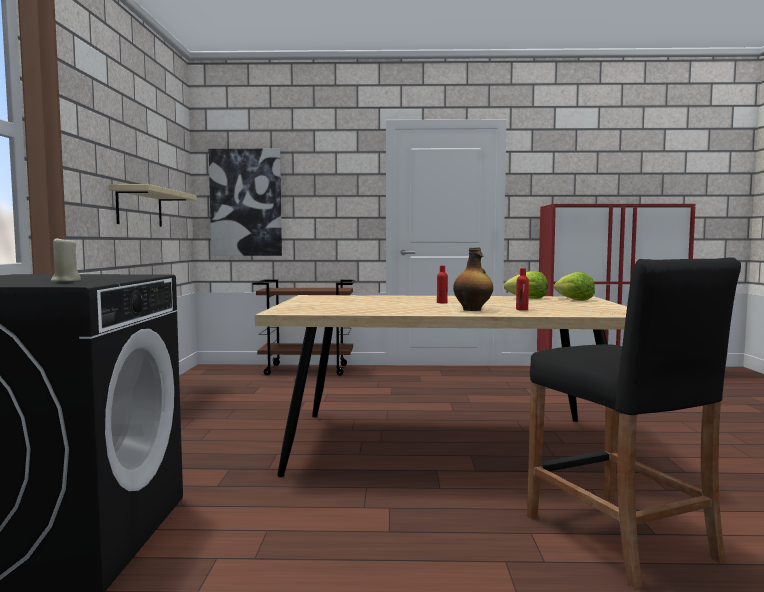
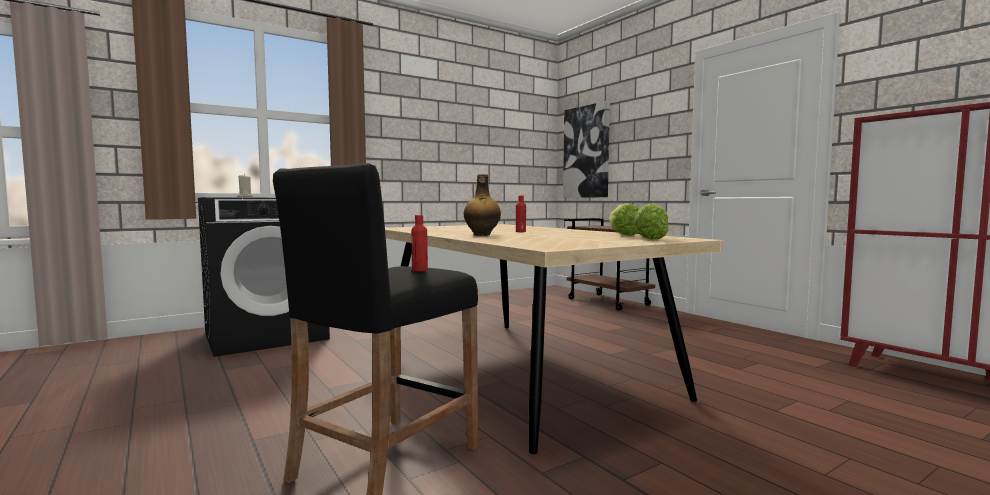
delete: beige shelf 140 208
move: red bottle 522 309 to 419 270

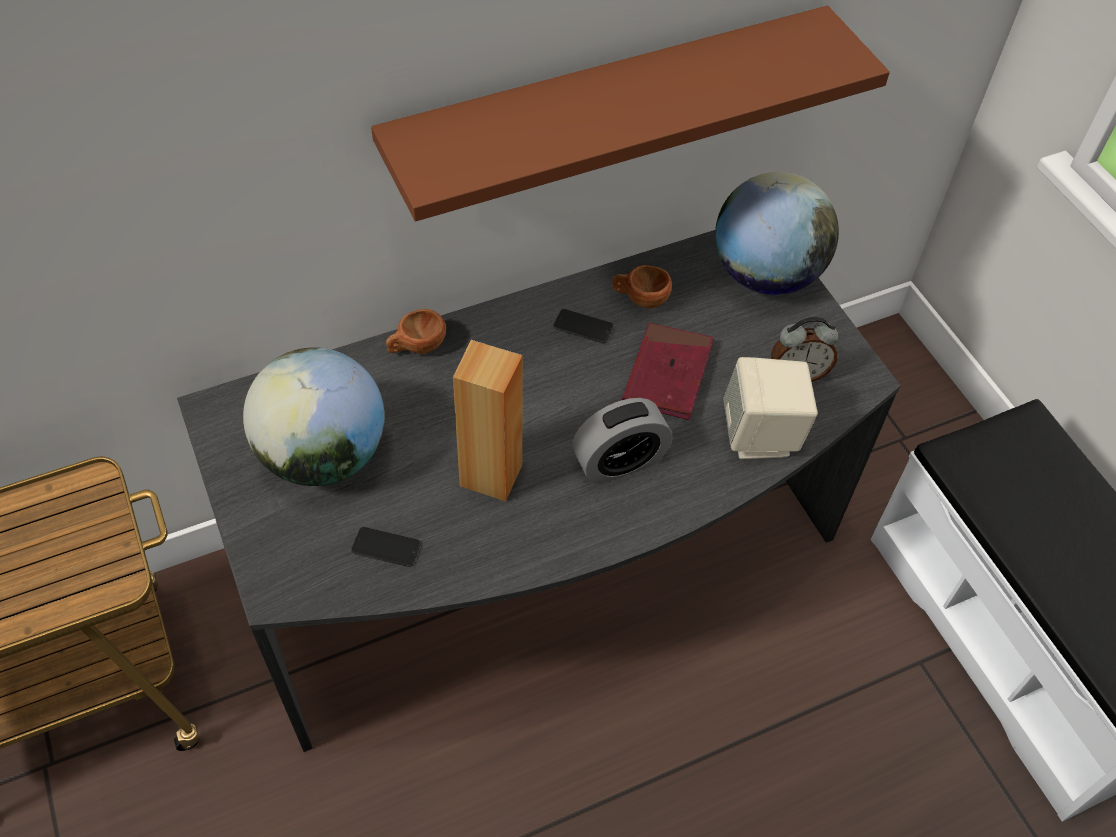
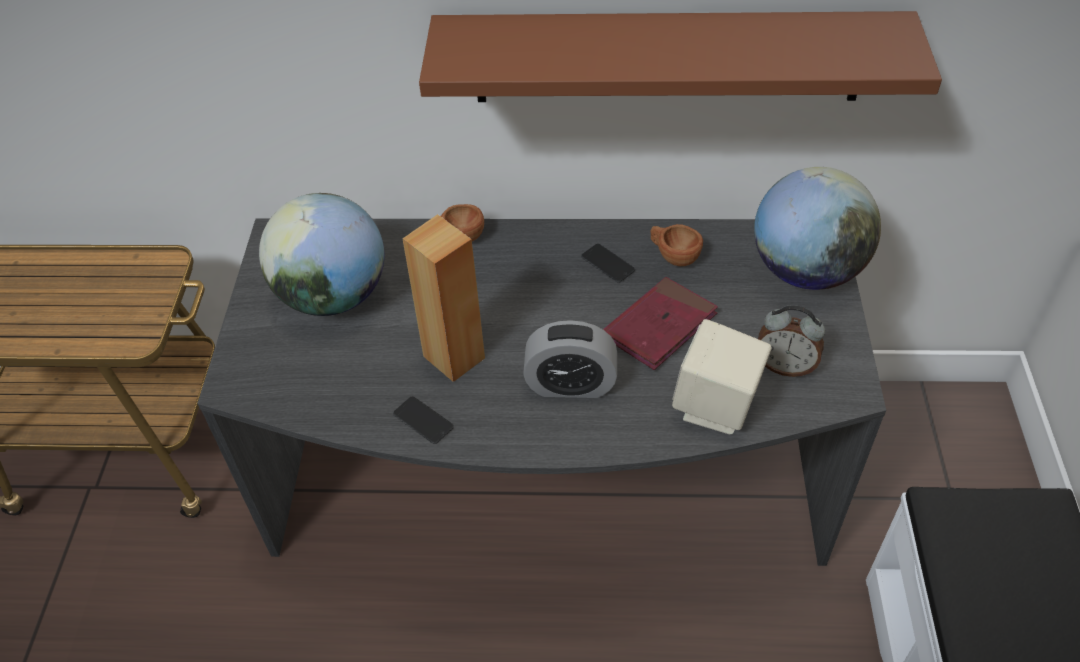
move: phone 386 547 to 423 421

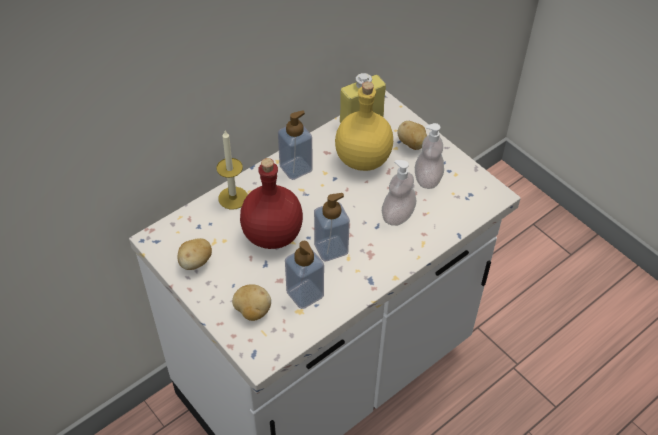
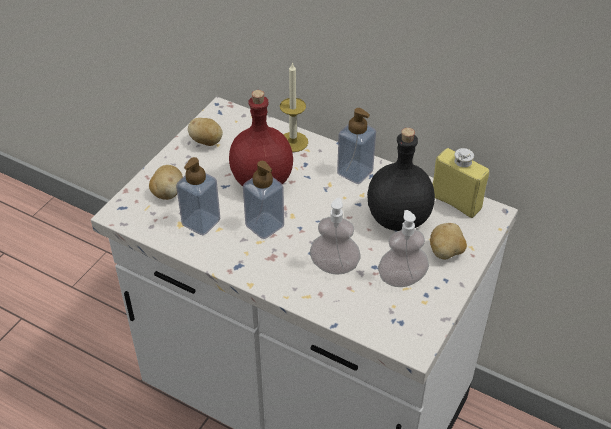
recolor: yellow bottle 364 160 to black bottle 398 219

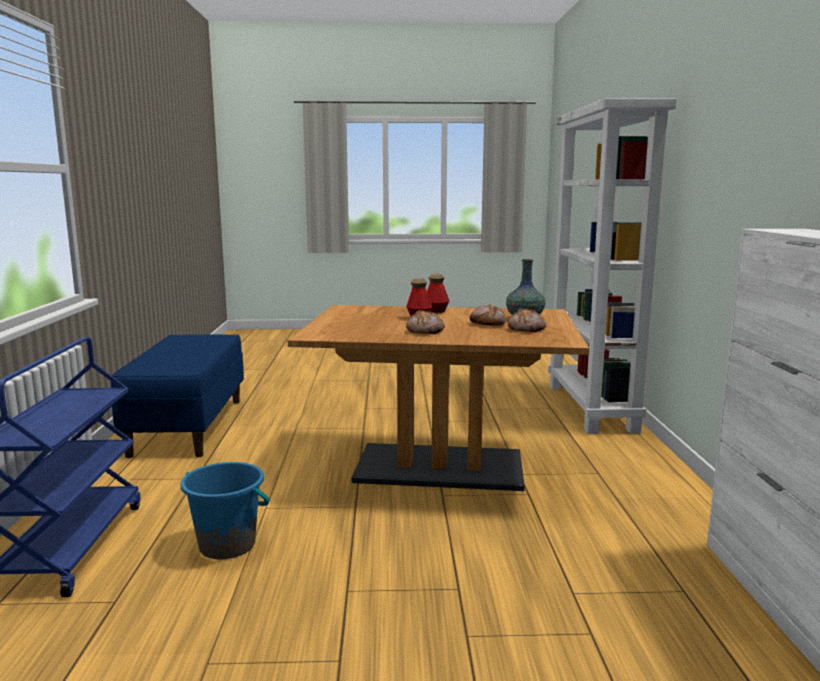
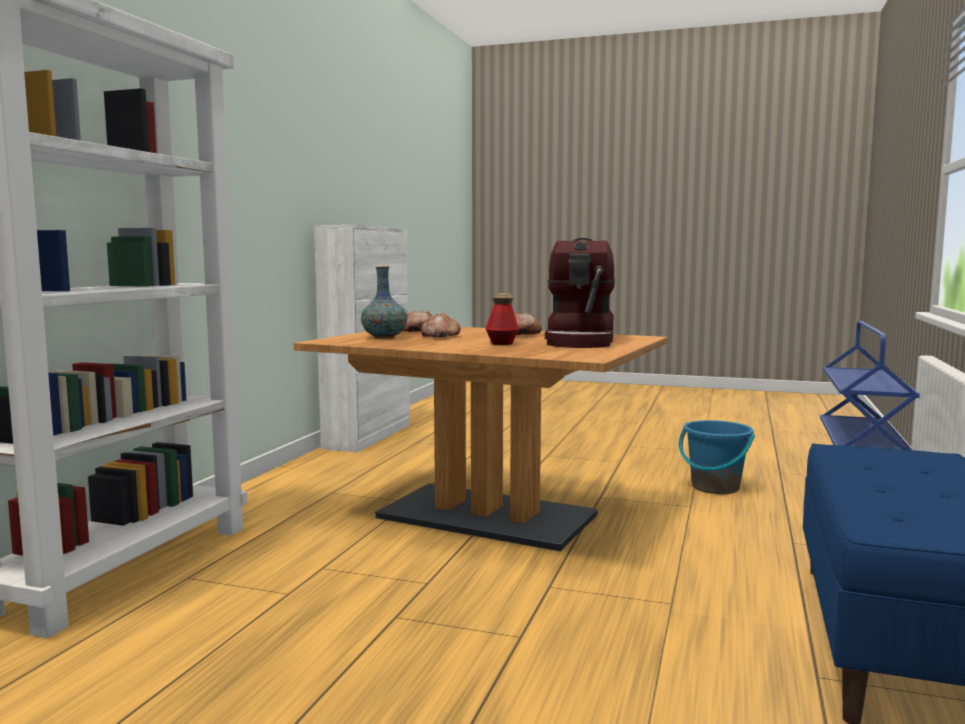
delete: bottle 436 311
insert: coffee machine 581 341

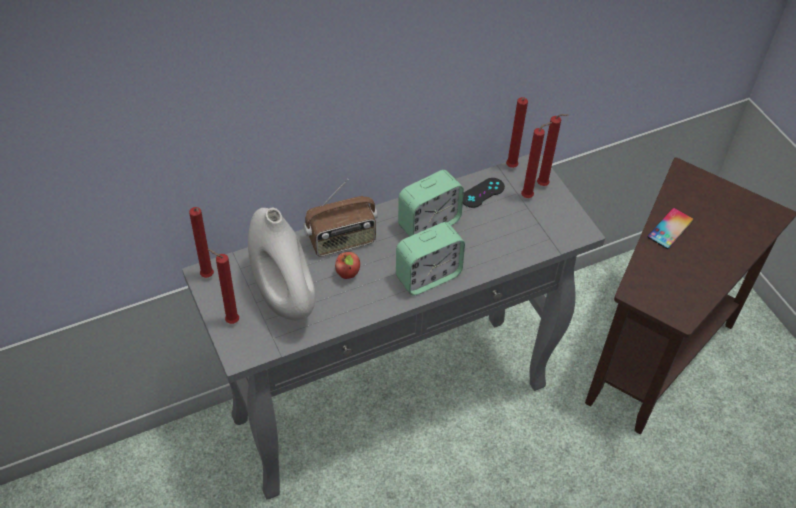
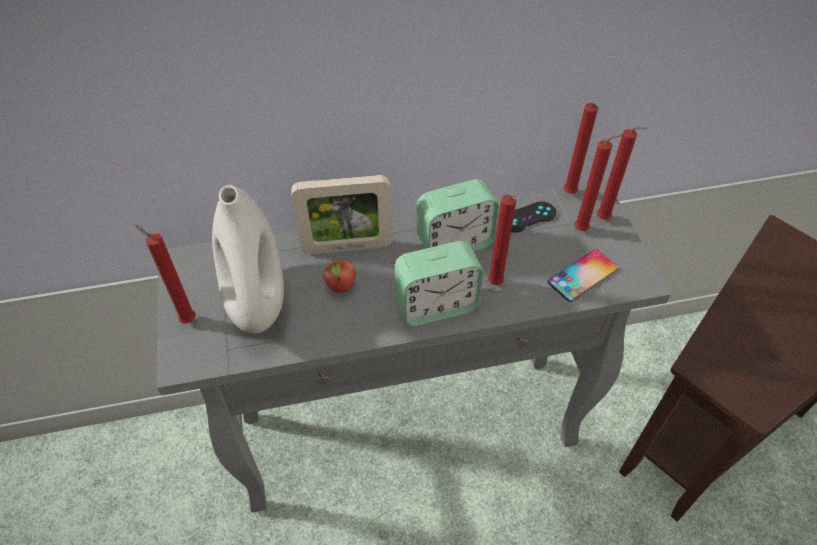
move: red candle 208 277 to 496 285; phone 670 228 to 582 275
replace: radio 341 241 to picture frame 347 247

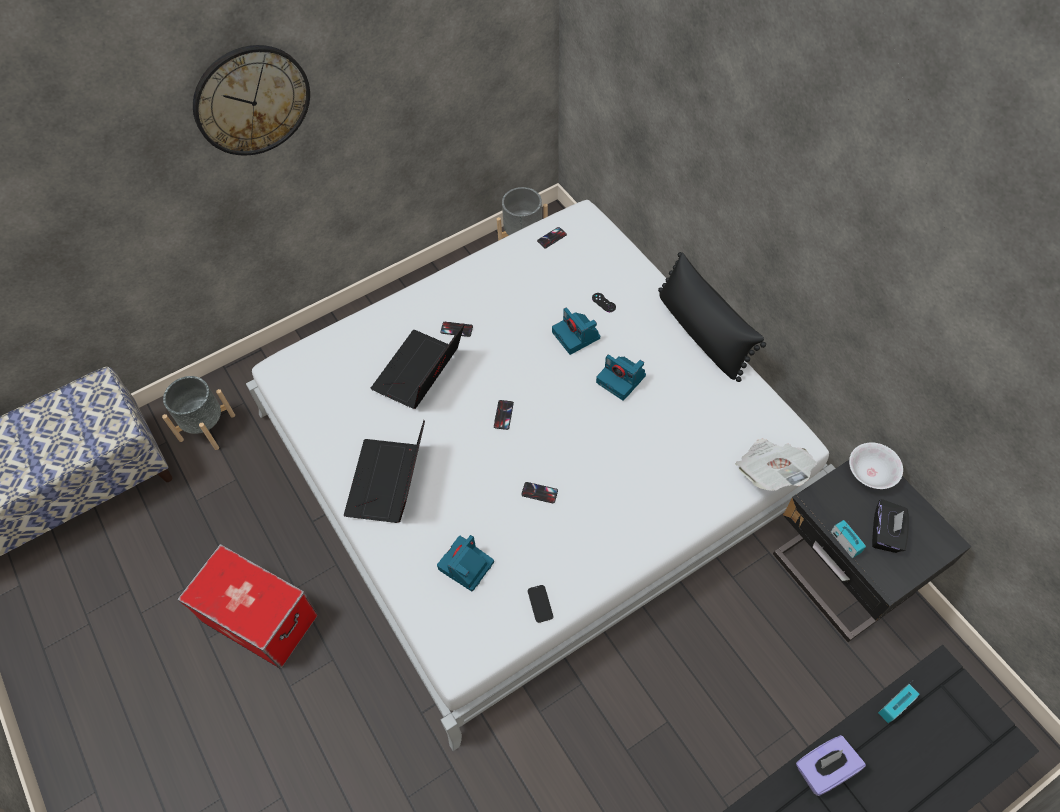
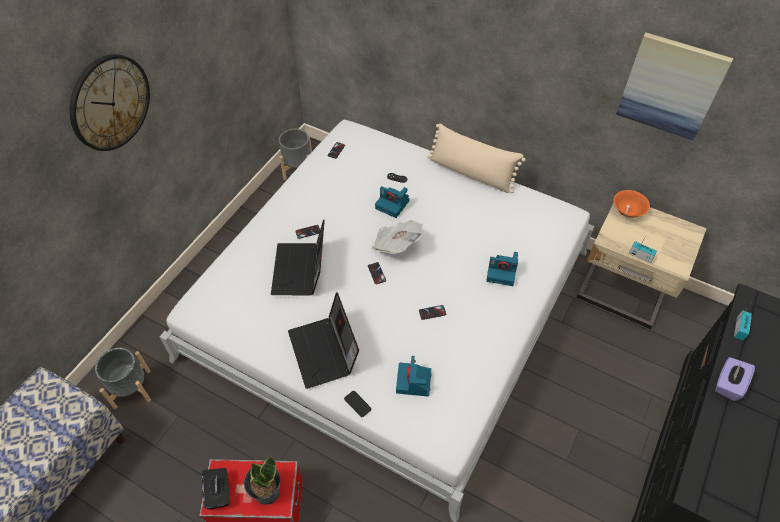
insert: potted plant 266 491; picture 671 86
move: phone 540 604 to 357 404; photo camera 622 379 to 502 272; newspaper 770 472 to 396 244; black tissue box 885 533 to 219 492
recolor: black pillow 702 333 to beige pillow 471 173; black nightstand 838 578 to beige nightstand 621 294; white bowl 870 474 to orange bowl 628 211

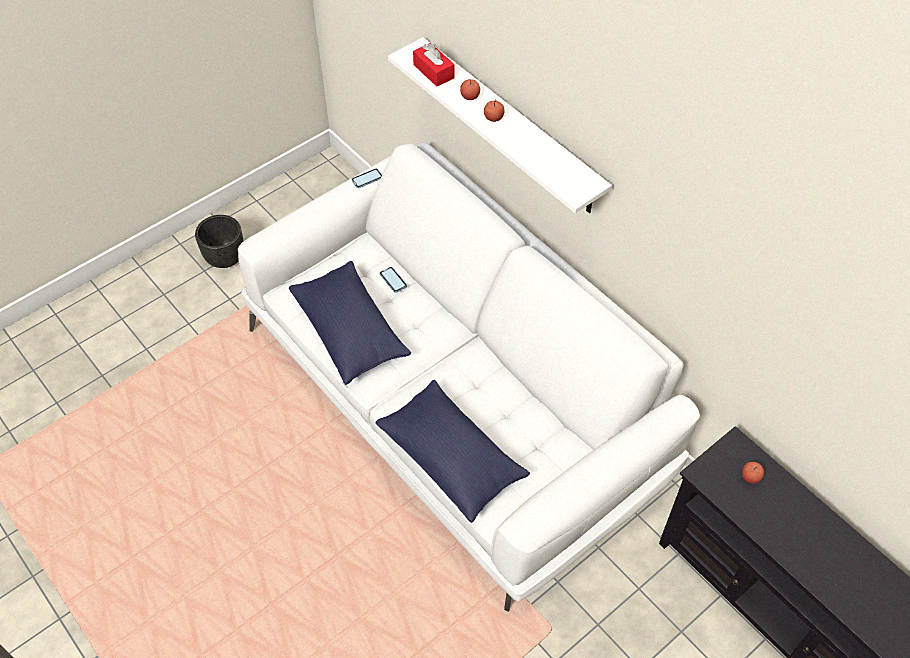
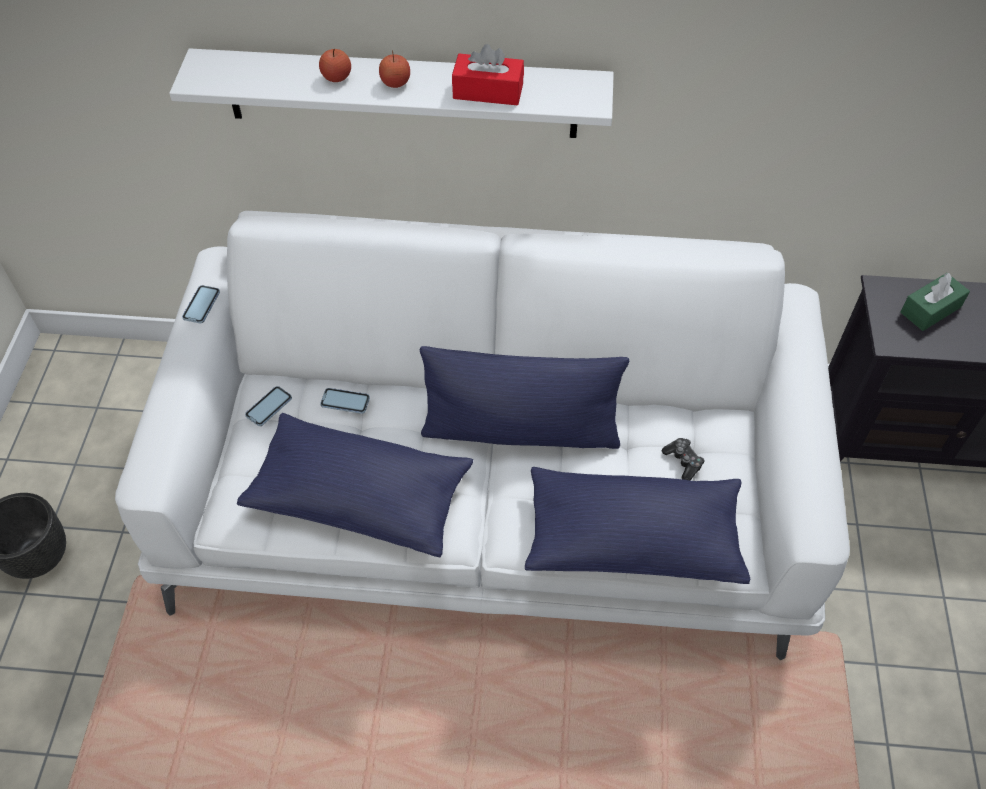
insert: phone 269 407; blue pillow 520 430; game controller 683 462
move: red tissue box 433 71 to 488 91
replace: apple 750 477 to green tissue box 930 309

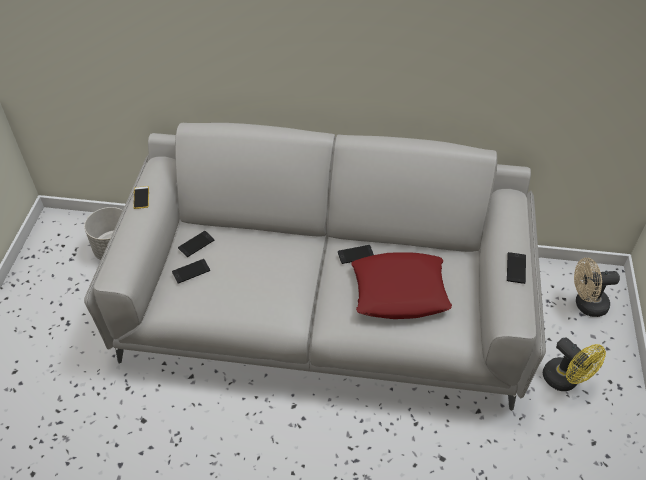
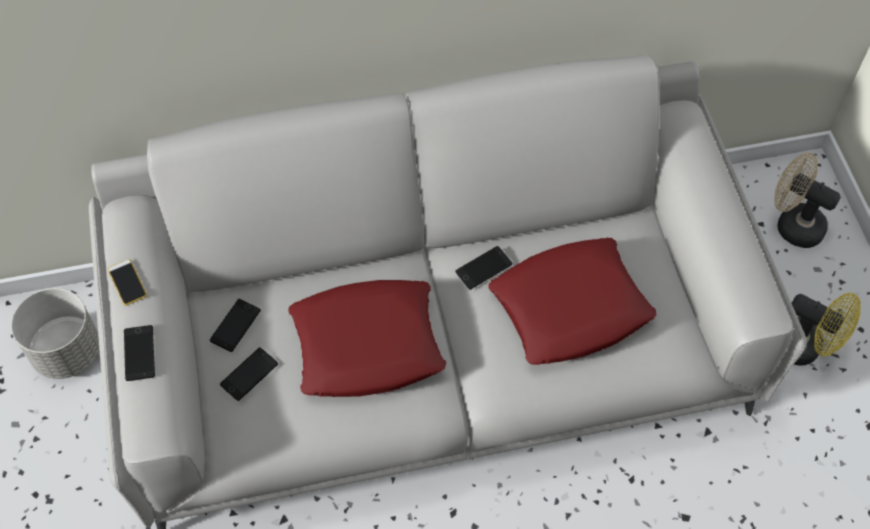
insert: red pillow 367 344
move: phone 516 268 to 139 353
rotate: beige fan 586 305 = 792 224 60 degrees clockwise

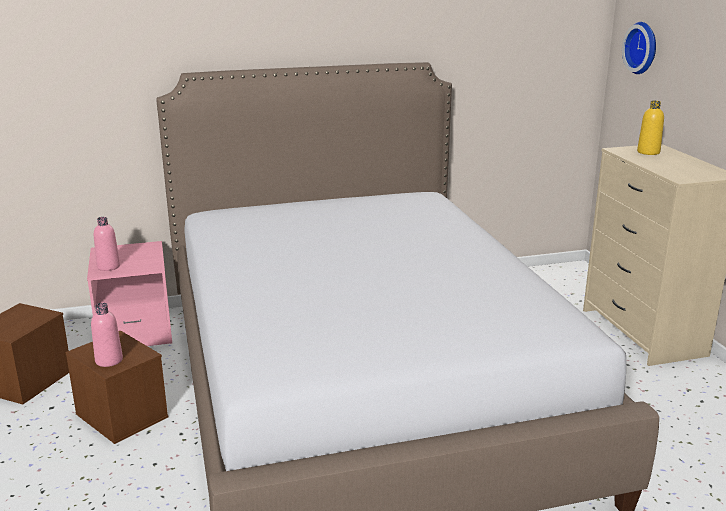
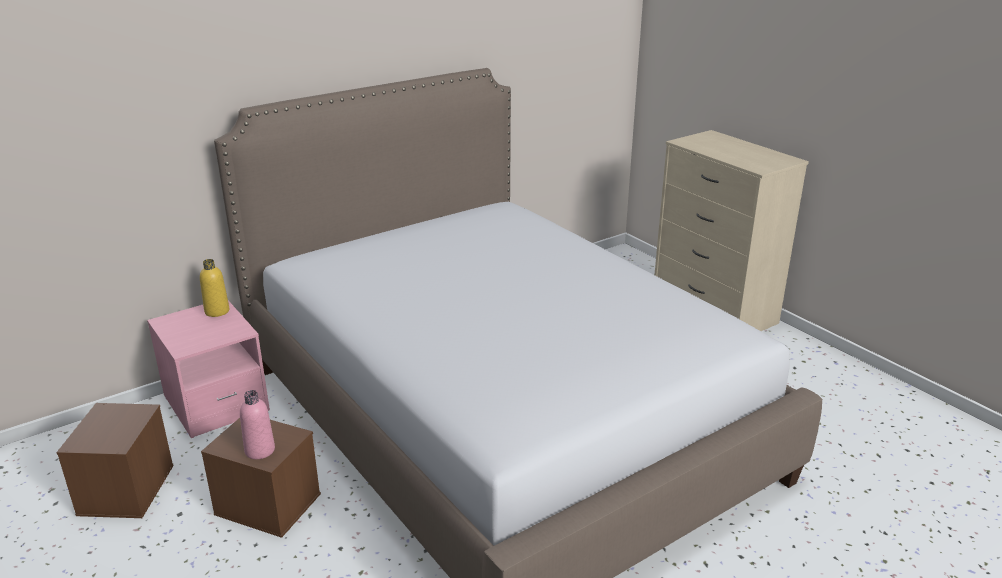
delete: pink bottle 108 267; wall clock 643 48
move: yellow bottle 648 152 to 217 311

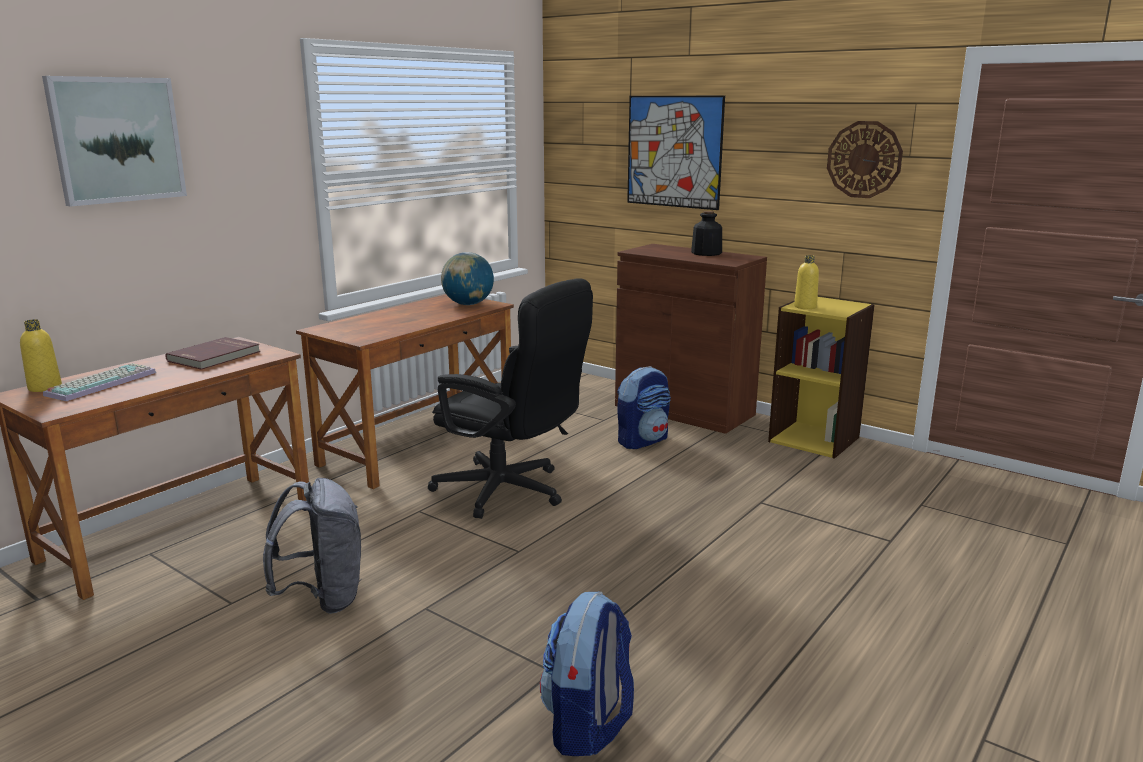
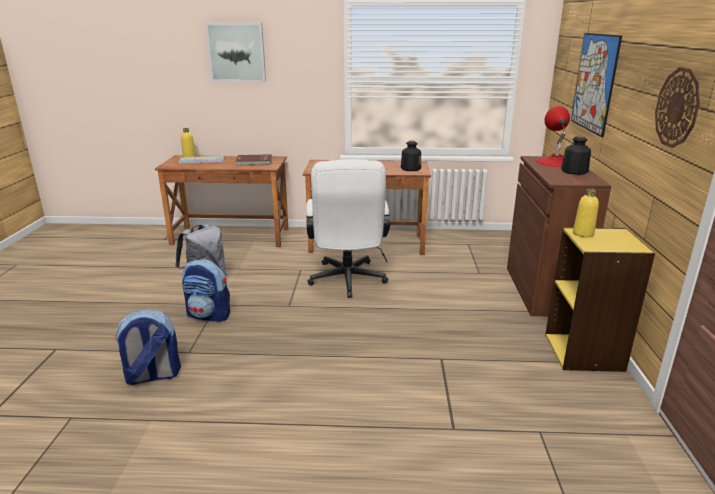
insert: red table lamp 555 162
move: backpack 643 441 to 209 315
replace: globe 468 304 to bottle 410 168
recolor: black office chair 511 492 to white office chair 347 282

